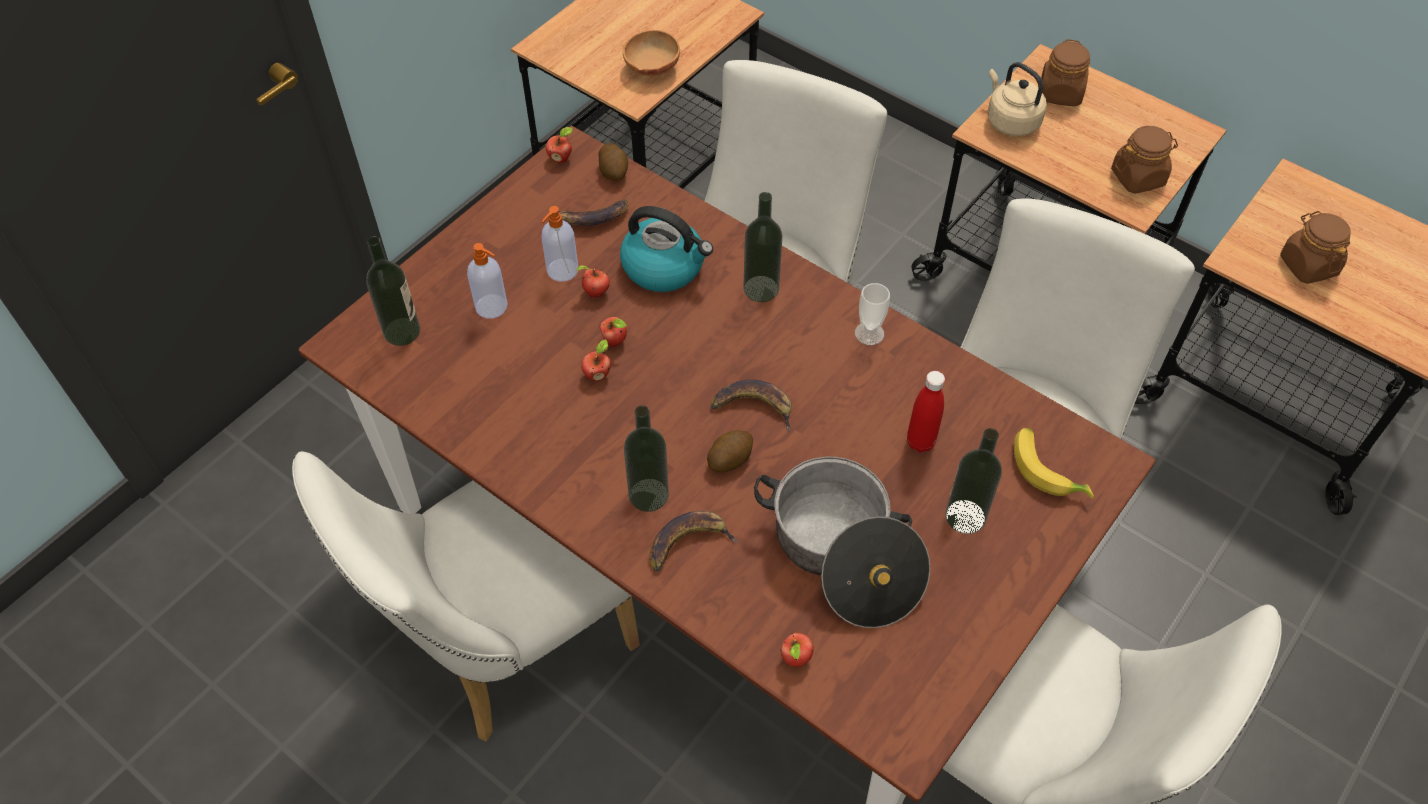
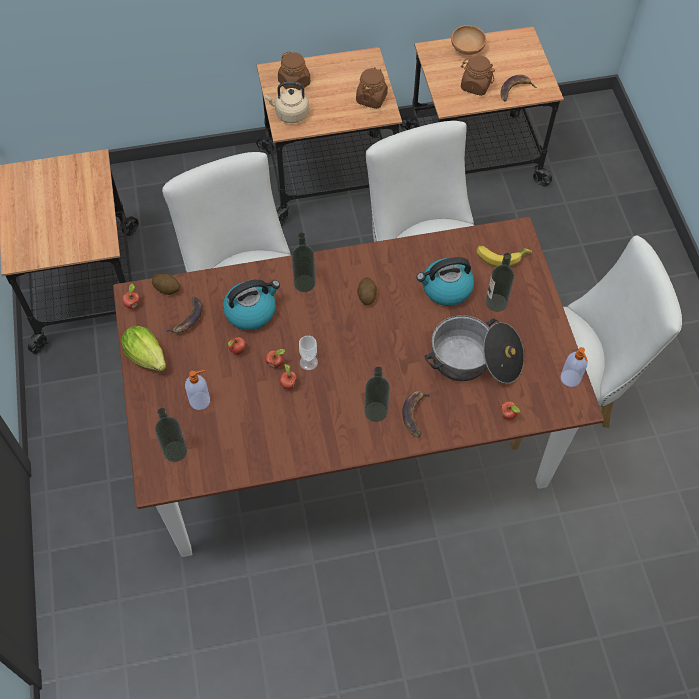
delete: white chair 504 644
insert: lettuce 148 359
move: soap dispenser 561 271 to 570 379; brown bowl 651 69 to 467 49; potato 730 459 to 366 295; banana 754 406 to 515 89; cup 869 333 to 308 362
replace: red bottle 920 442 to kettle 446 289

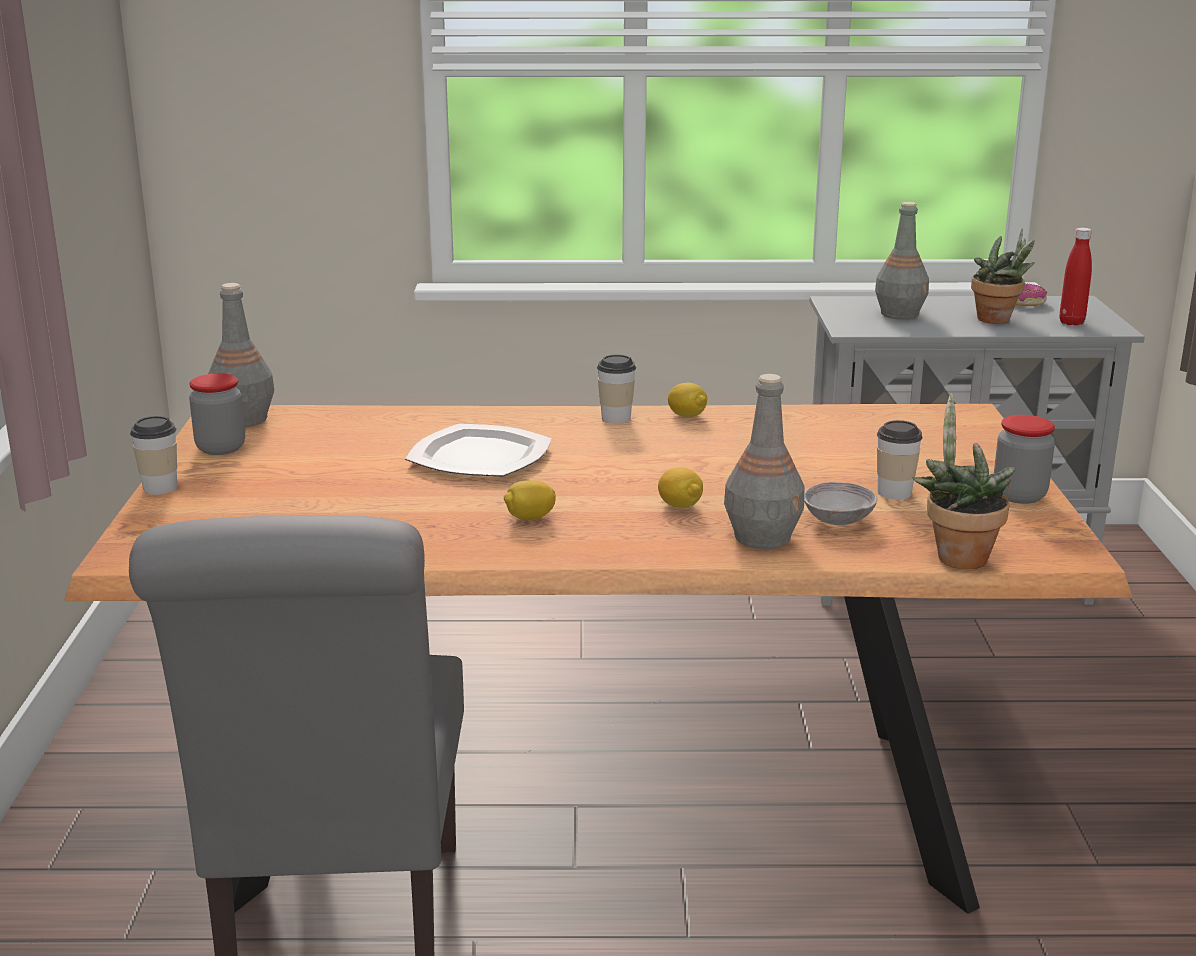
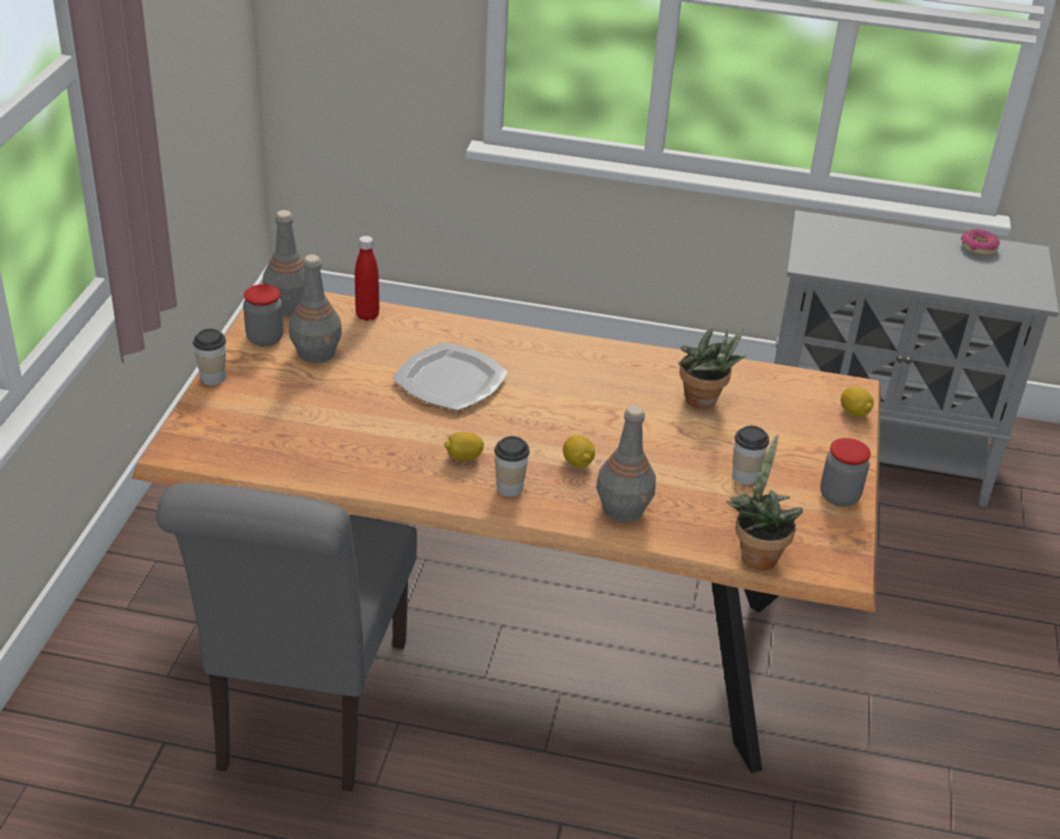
delete: grey bowl 838 520
move: cup 616 418 to 509 488; lemon 687 415 to 854 412; grey bottle 899 314 to 317 352; potted plant 998 320 to 703 403; red bottle 1071 322 to 367 315

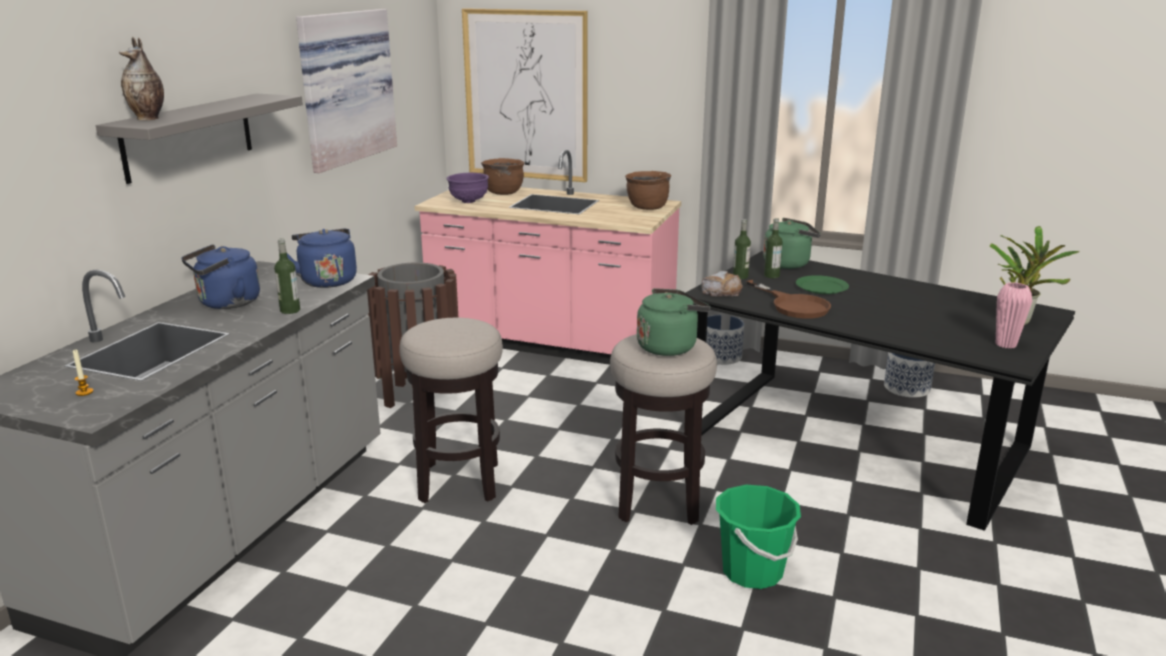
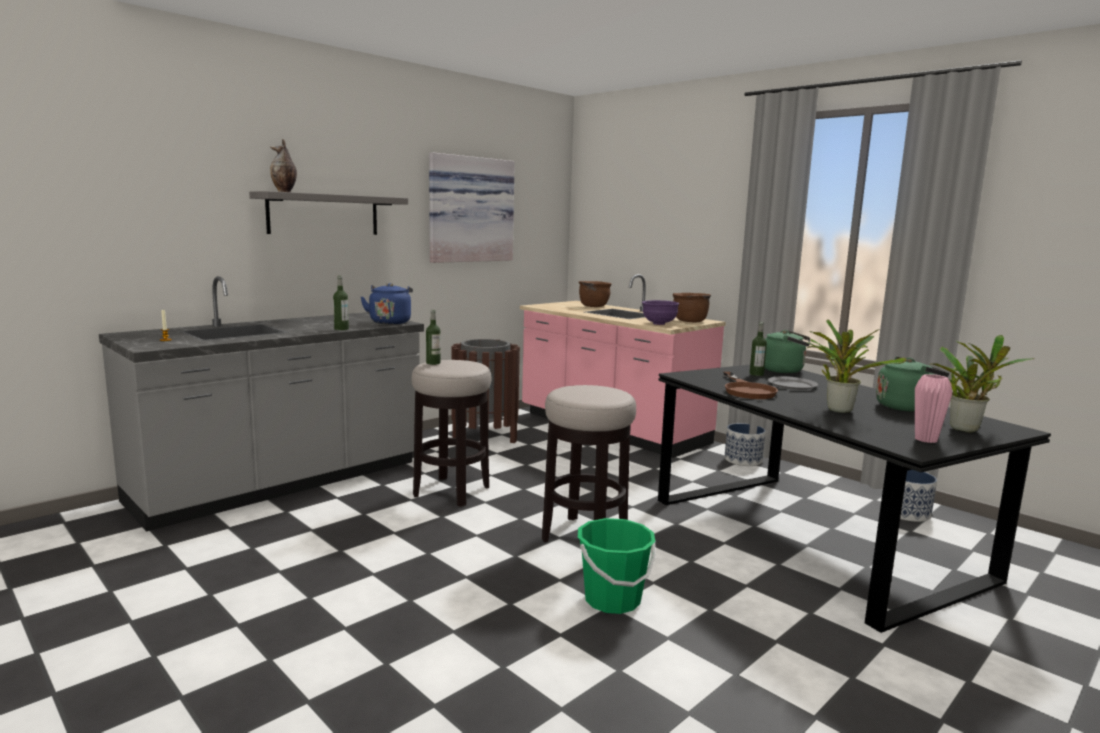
delete: blue kettle 226 303; picture 526 95; bread 721 291
insert: potted plant 838 409
move: purple bowl 468 201 to 659 324; green kettle 669 346 to 905 407; bottle 740 276 to 433 363
recolor: green plate 821 287 to grey plate 792 385

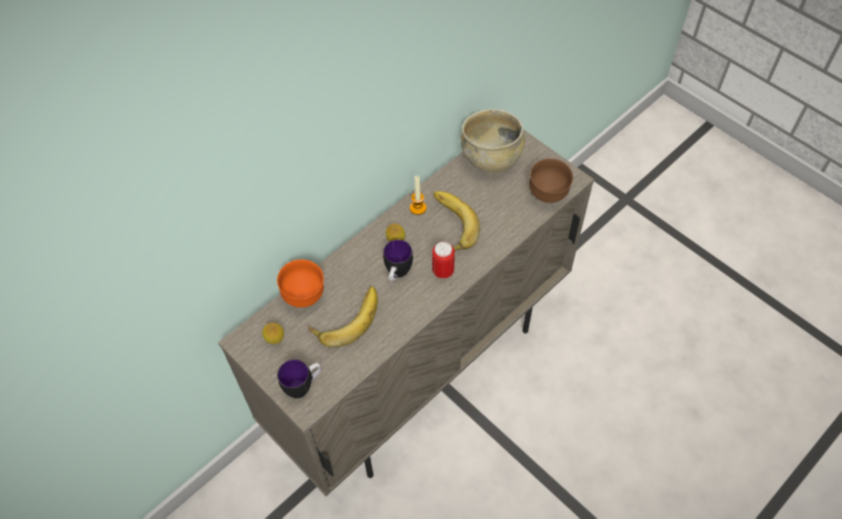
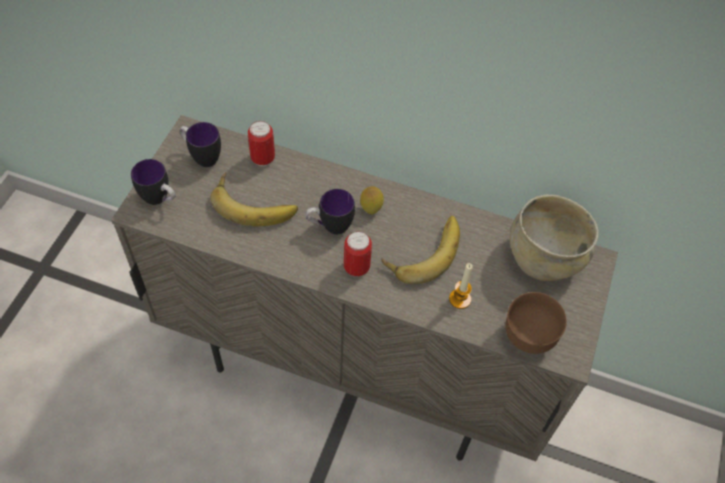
move: candle 418 208 to 460 299
replace: lemon 275 340 to mug 202 156; orange bowl 304 296 to can 263 159

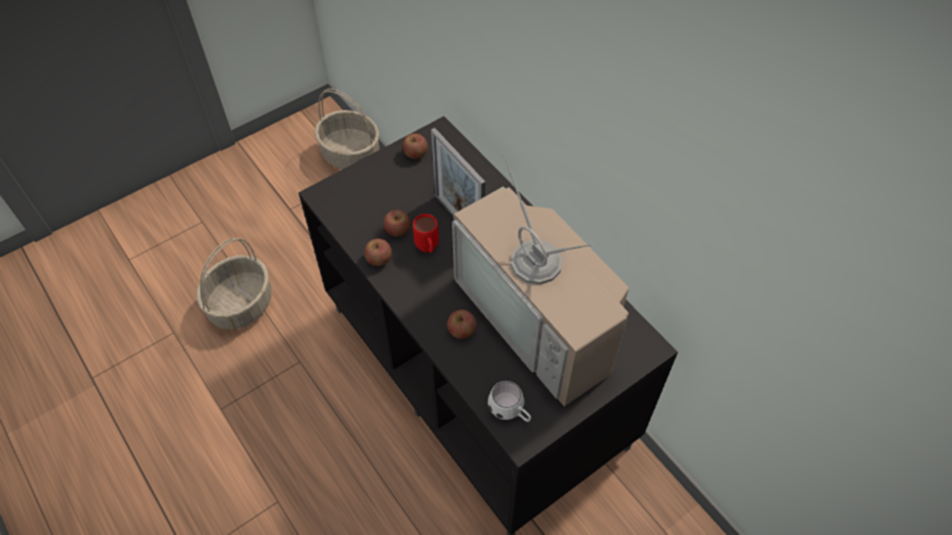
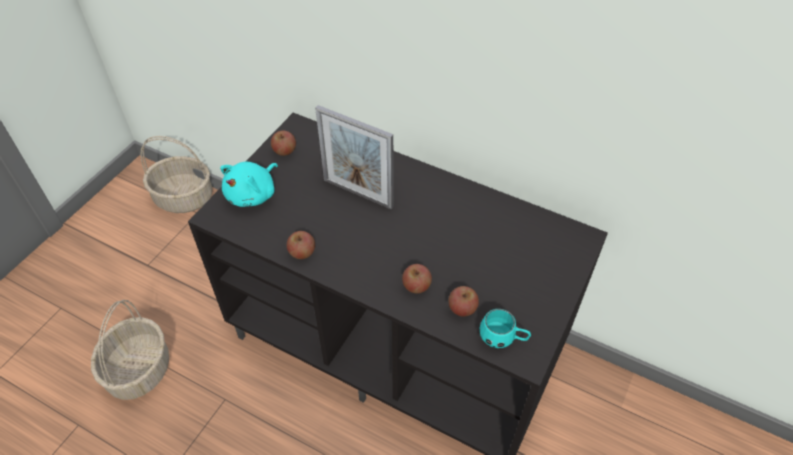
delete: red mug 428 249; television 541 319
insert: turquoise plush toy 253 194
move: apple 397 230 to 462 308
recolor: white mug 510 411 to turquoise mug 503 339

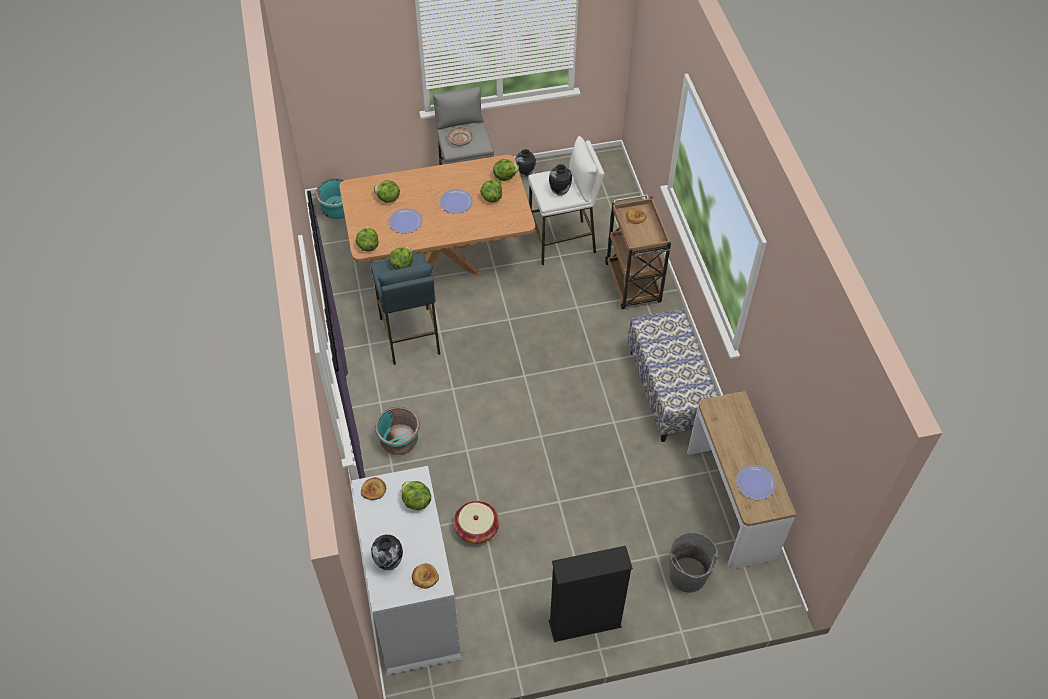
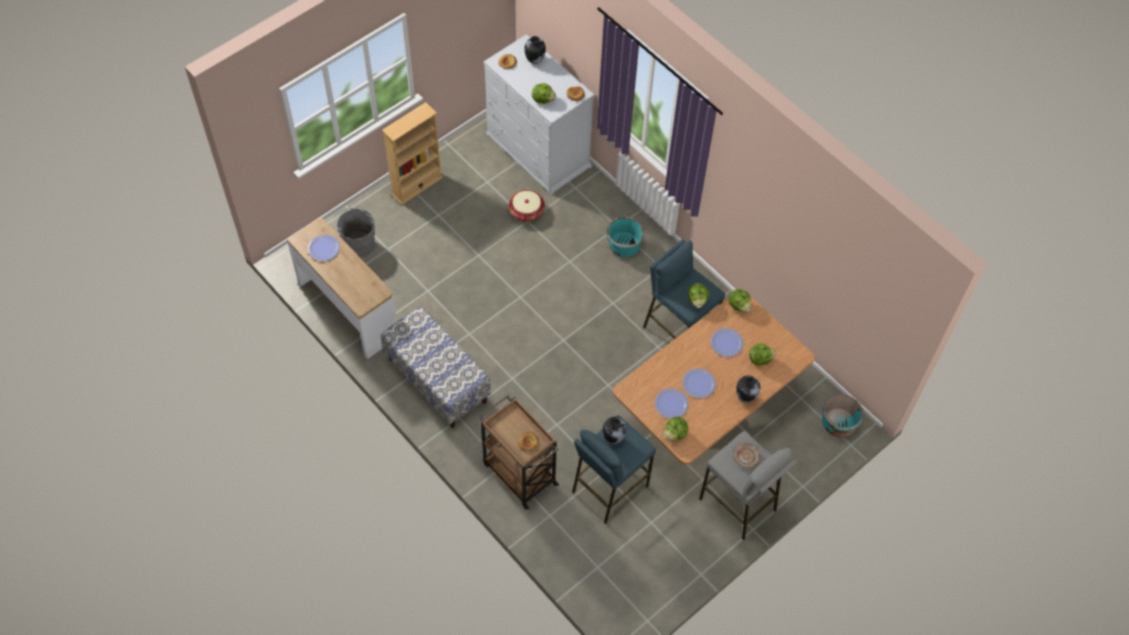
move: vase 525 174 to 745 397
replace: lettuce 491 197 to plate 671 404
recolor: white stool 563 242 to blue stool 609 488; black bookcase 585 624 to beige bookcase 417 186

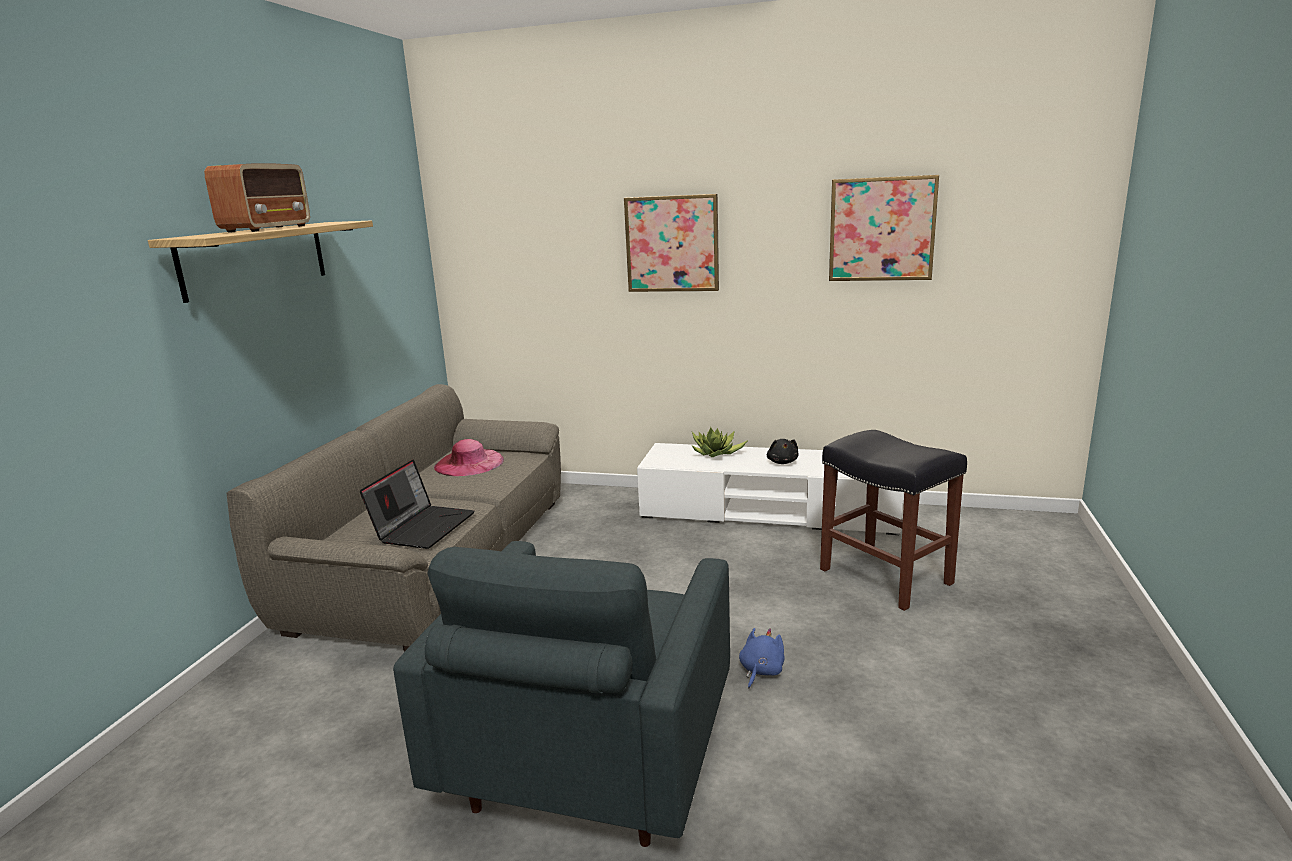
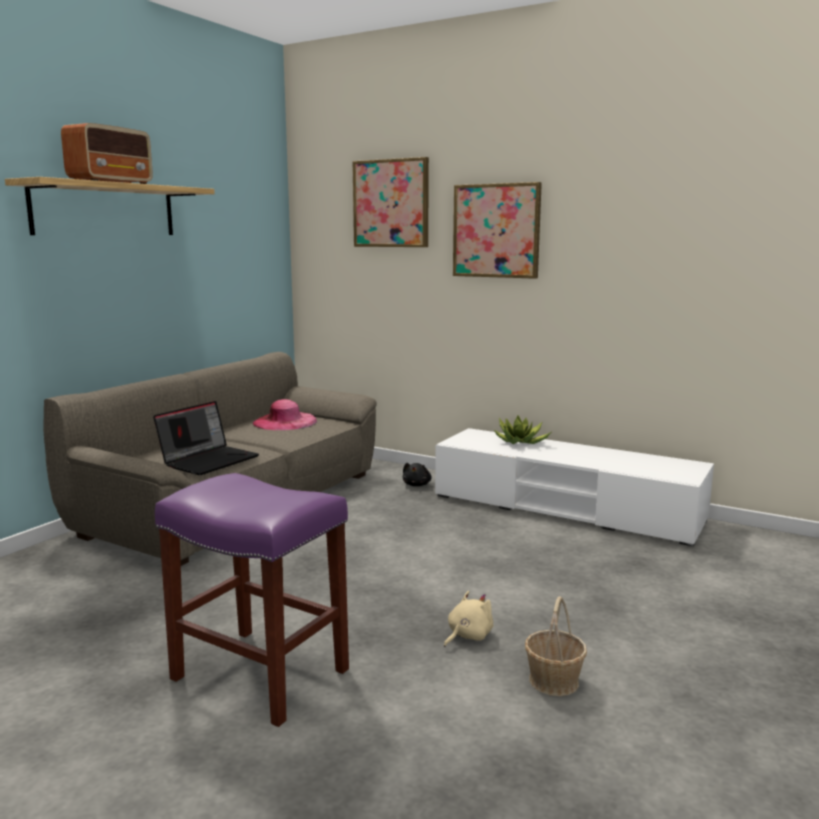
delete: black stool 887 577
insert: basket 553 681
move: black plush toy 782 462 to 417 485; picture 881 229 to 391 203
replace: grey armchair 587 760 to purple stool 258 674
recolor: blue plush toy 760 671 to beige plush toy 467 636

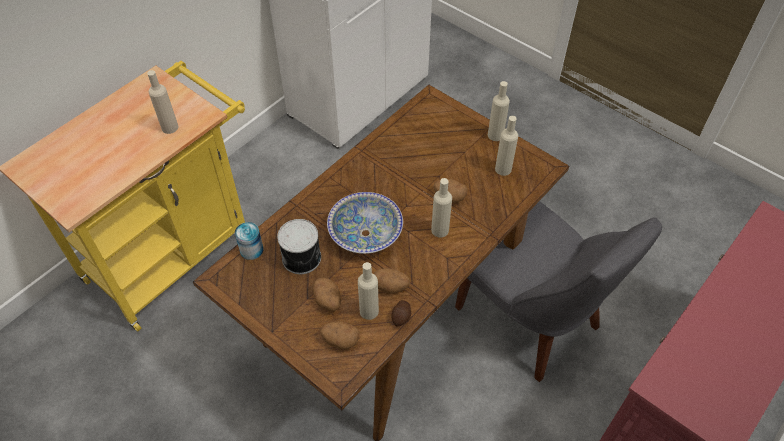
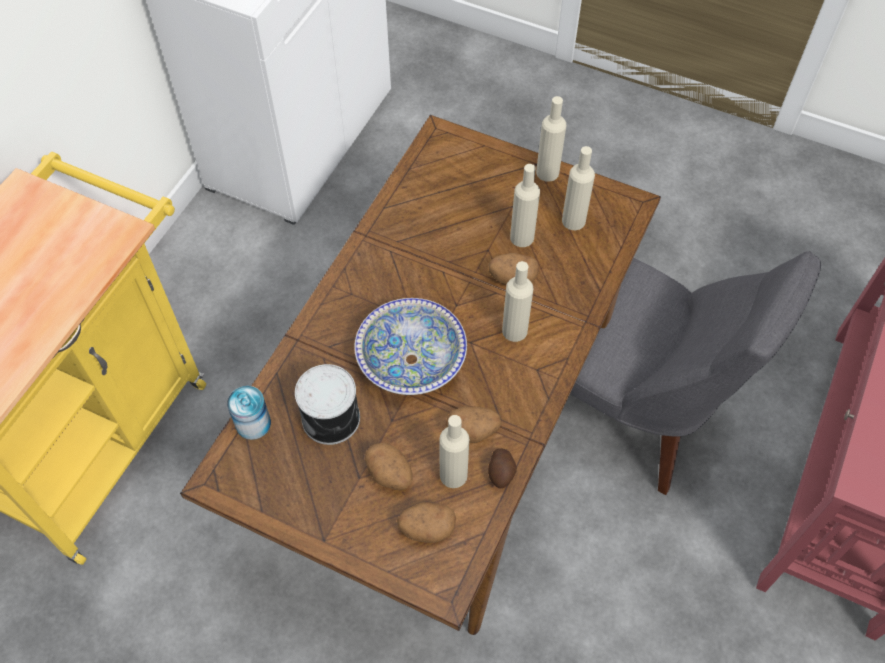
move: beige bottle 170 127 to 522 237

